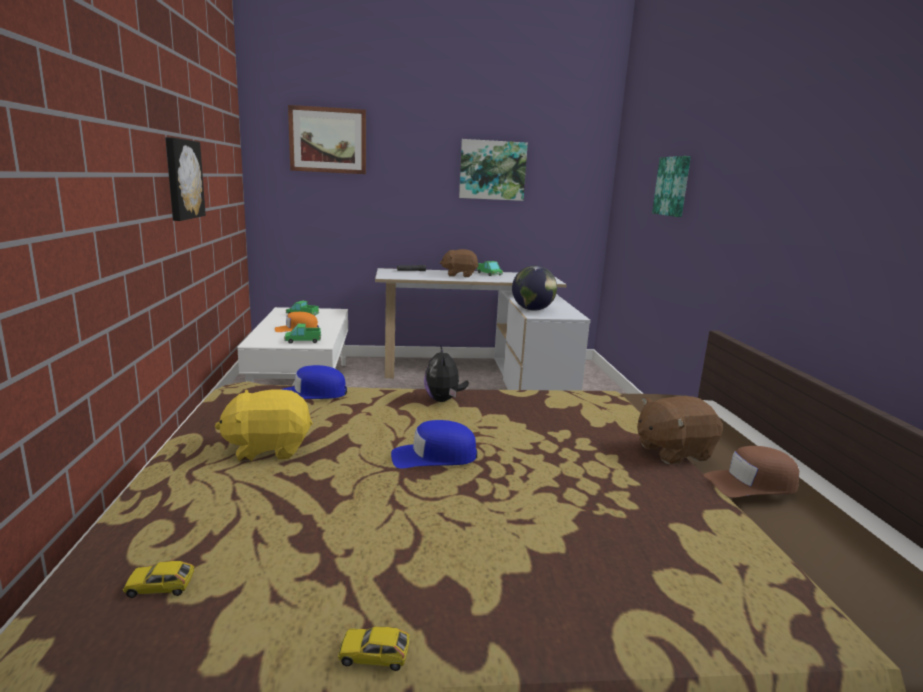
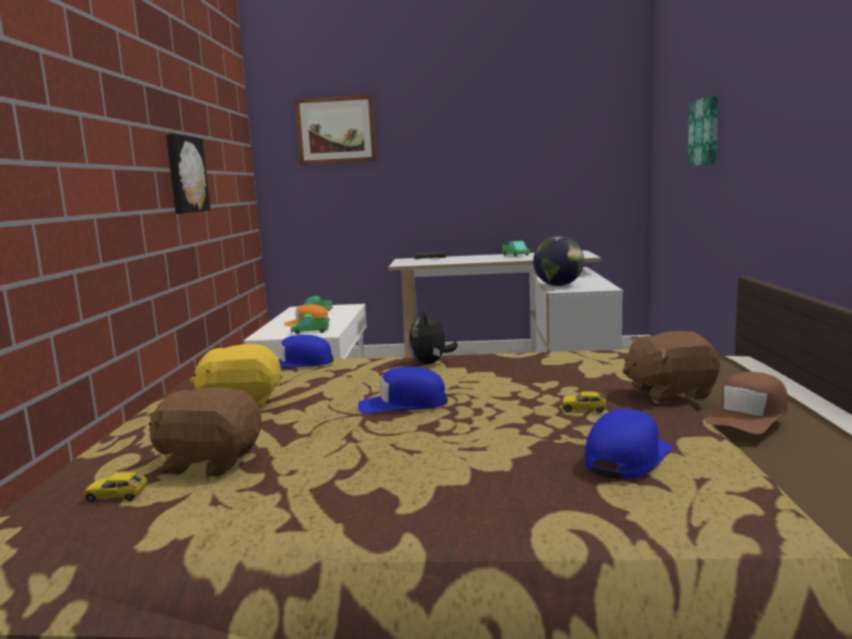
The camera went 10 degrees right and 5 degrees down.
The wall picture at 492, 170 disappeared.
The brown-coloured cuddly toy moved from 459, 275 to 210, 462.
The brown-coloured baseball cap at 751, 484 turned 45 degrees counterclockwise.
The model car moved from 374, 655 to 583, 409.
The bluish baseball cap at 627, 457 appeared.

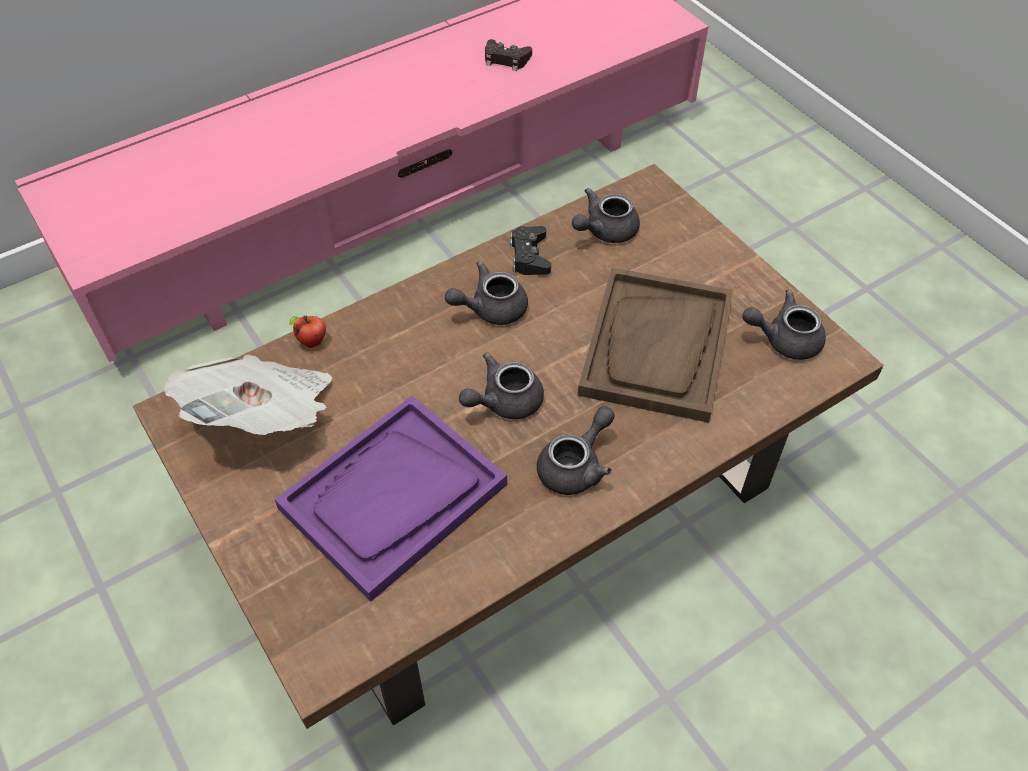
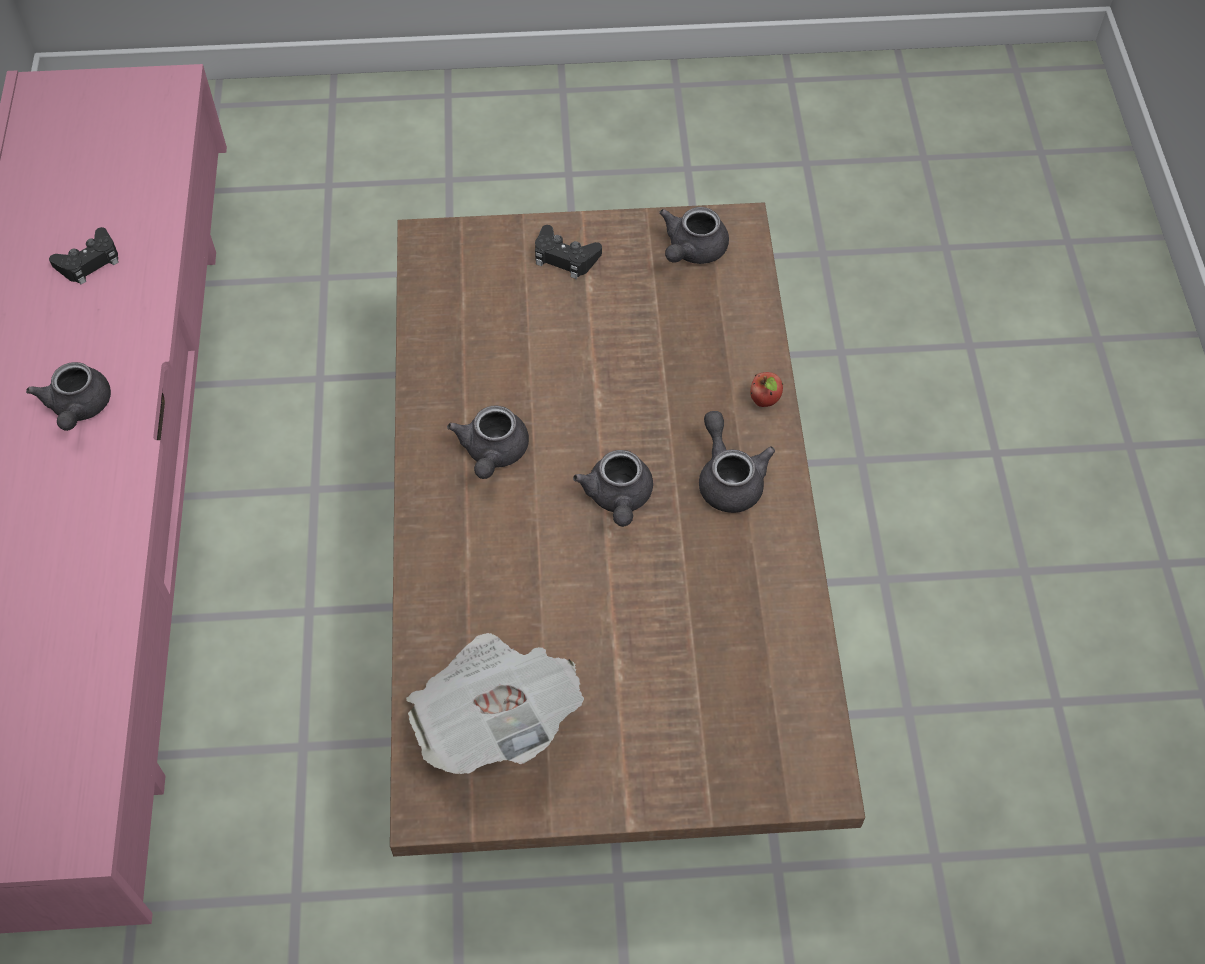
The camera went 60 degrees left and 5 degrees up.
The greyish pot for tea moved from 605, 231 to 79, 408.
The black game controller moved from 529, 256 to 565, 257.
The brown-coloured carrying tray at 657, 347 disappeared.
The apple moved from 311, 343 to 765, 402.
The purple carrying tray at 393, 497 disappeared.

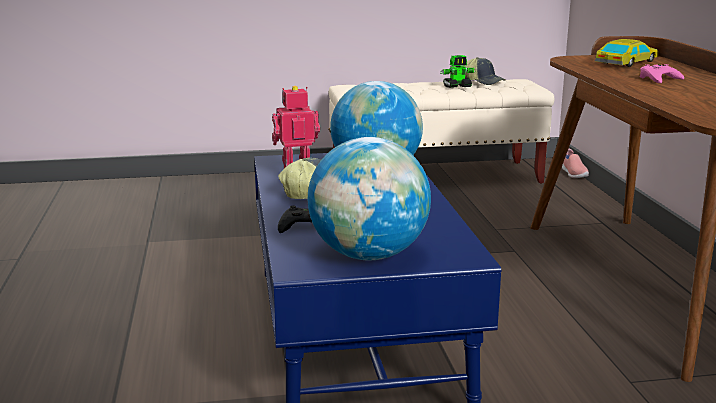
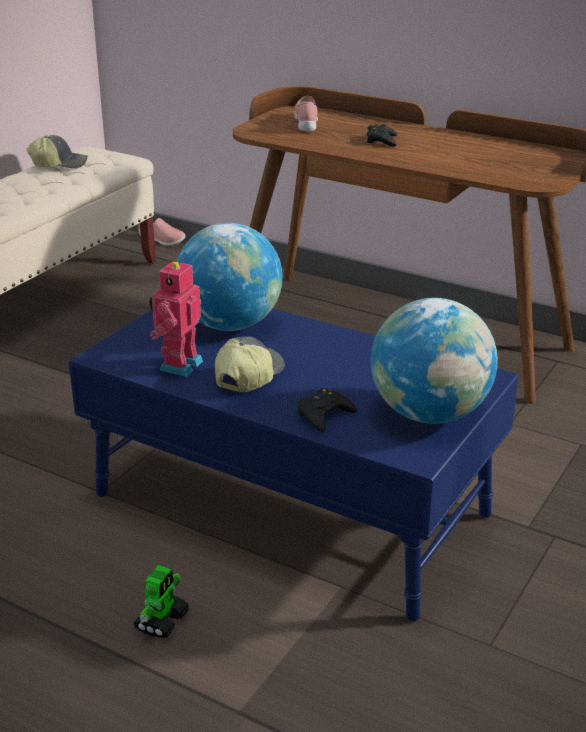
The camera went 50 degrees left and 10 degrees up.
The model car at 626, 63 was replaced by the pink-coloured low shoe at 307, 123.
The robot figure moved from 457, 86 to 162, 621.
The pink-coloured game controller at 659, 79 became the black game controller at 381, 140.

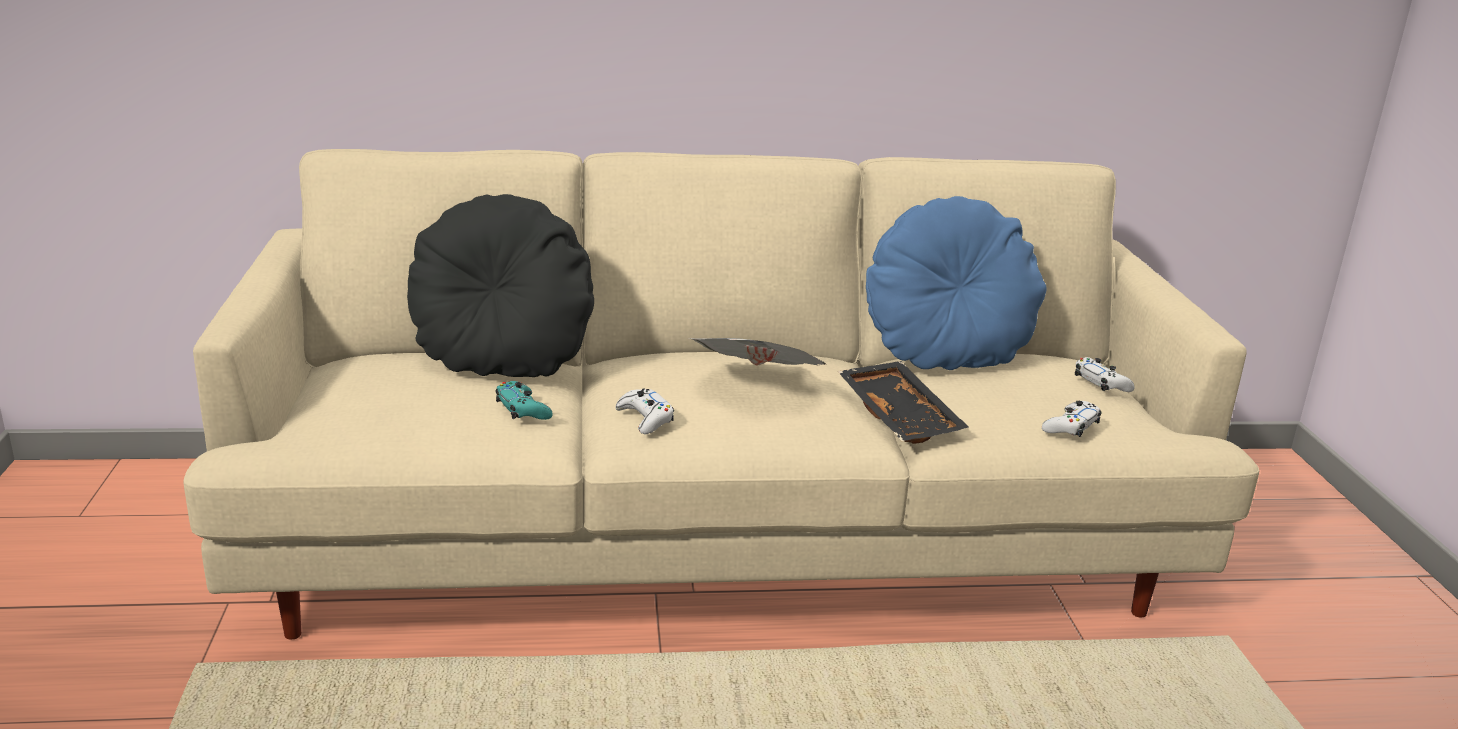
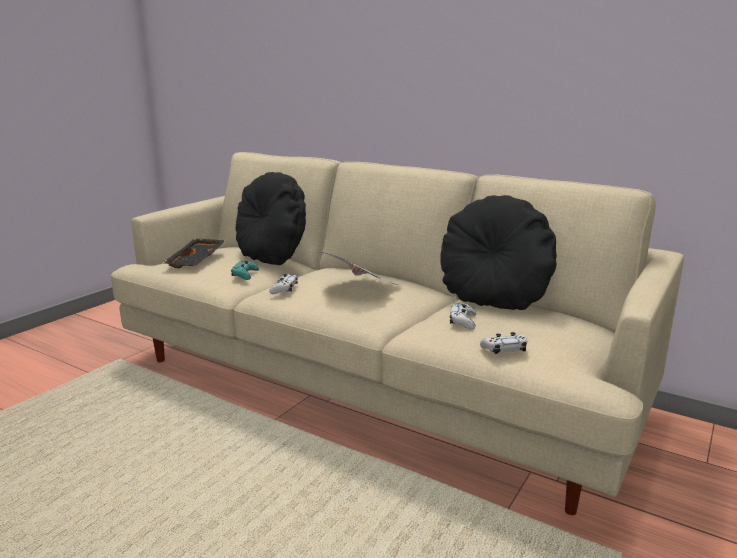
The camera went 40 degrees right and 5 degrees down.
The bluish throw pillow at 945, 360 became the black throw pillow at 493, 302.
The whitish game controller moved from 1101, 383 to 462, 321.
The black carrying tray moved from 901, 416 to 197, 260.

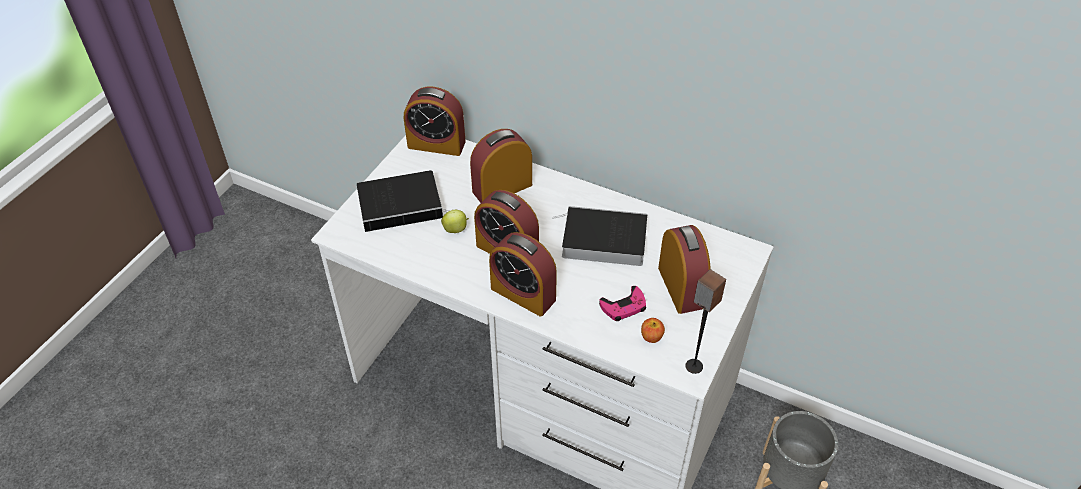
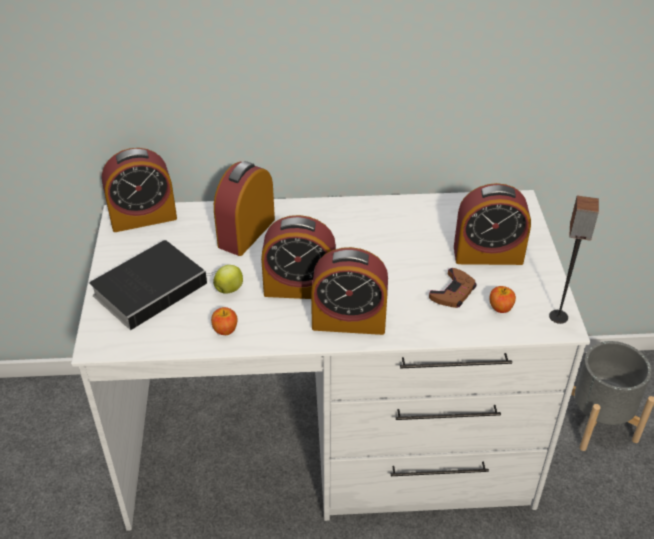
The camera went 30 degrees left and 5 degrees down.
The volume at 601, 240 disappeared.
The bedside clock at 680, 287 turned 135 degrees clockwise.
The pink-coloured game controller at 624, 307 became the brown-coloured game controller at 453, 292.
The apple at 225, 329 appeared.

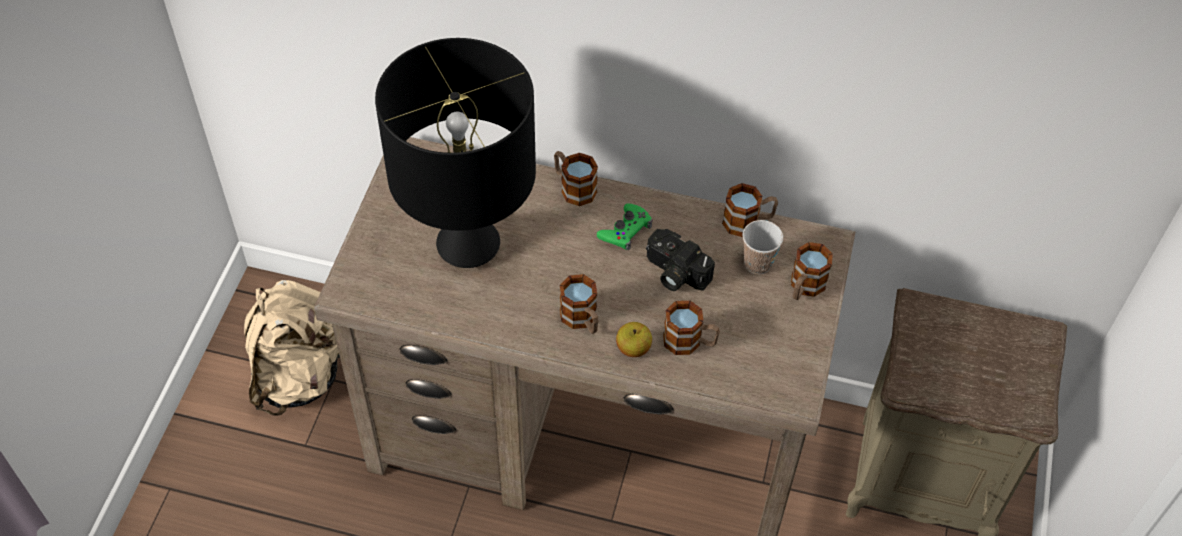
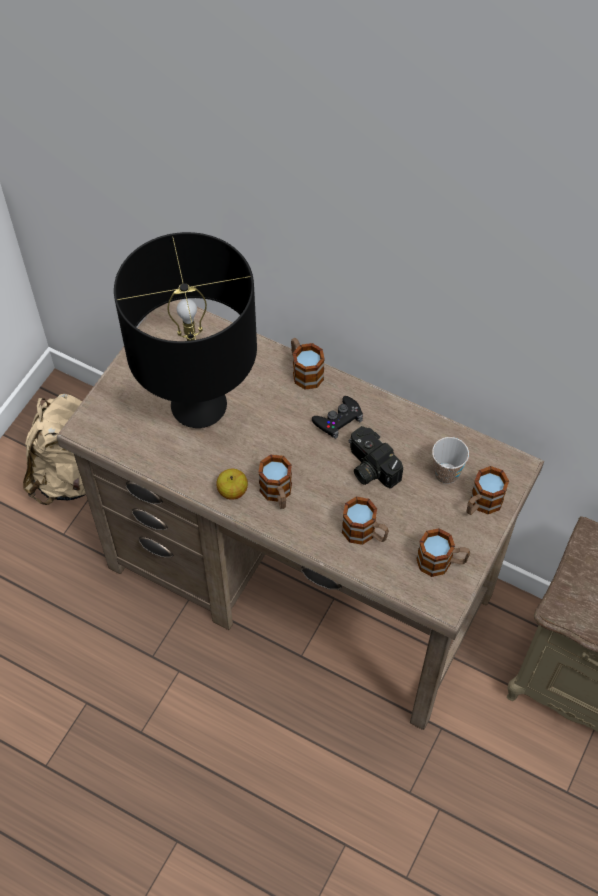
The camera went 15 degrees right and 5 degrees up.
The coffee mug moved from 748, 222 to 441, 562.
The greenish game controller at 625, 231 became the black game controller at 338, 420.
The apple moved from 633, 348 to 232, 491.

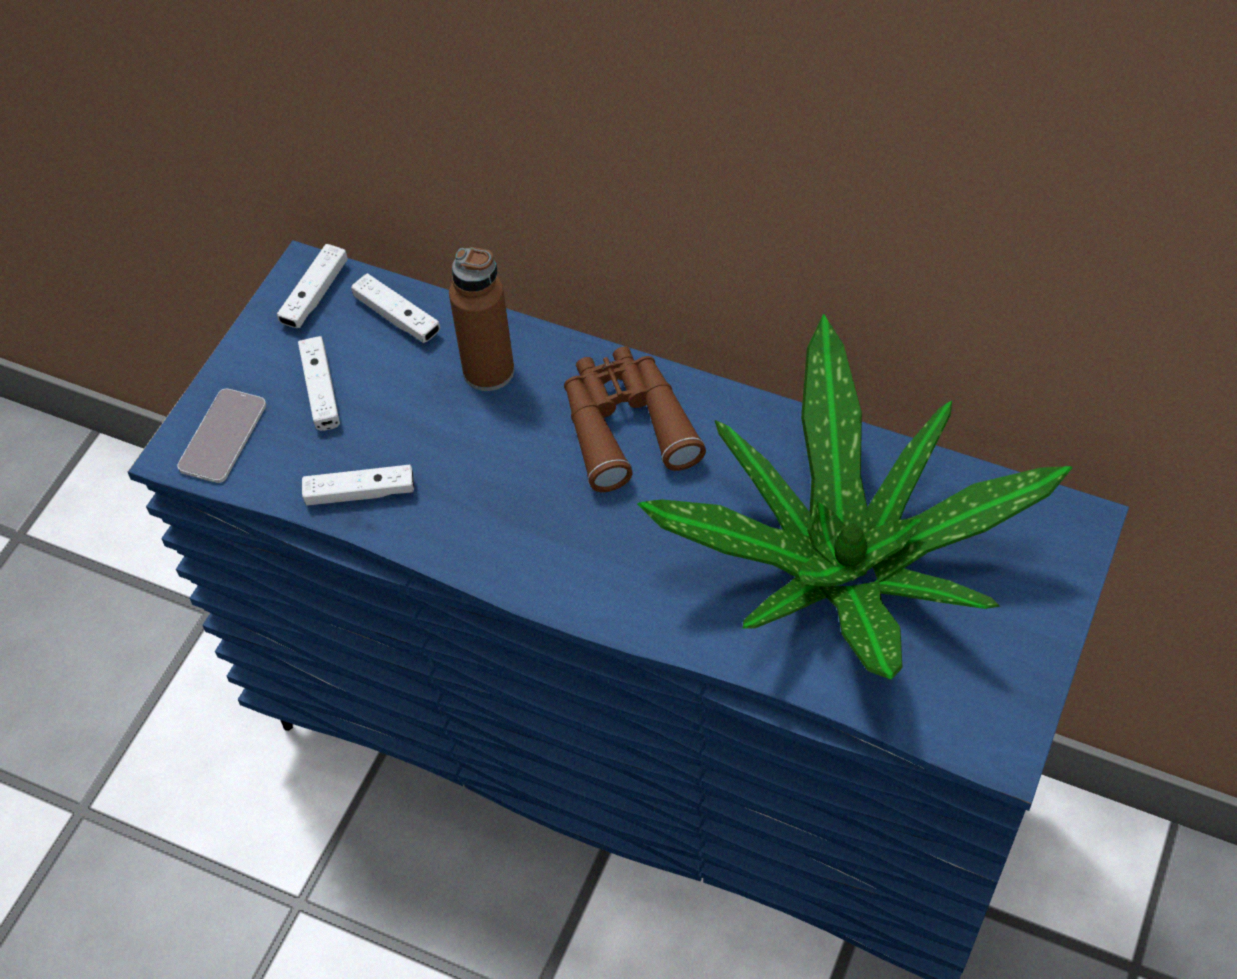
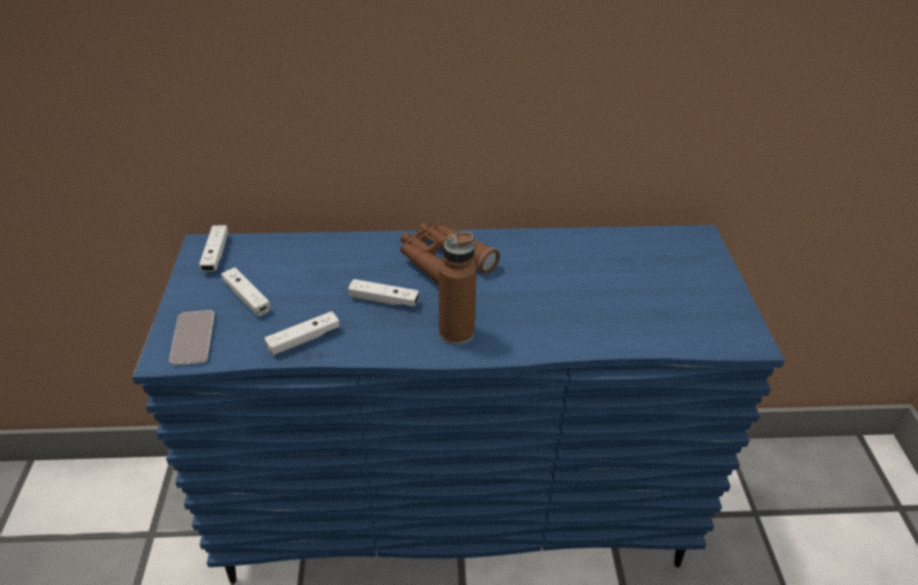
The camera went 30 degrees left and 15 degrees down.
The brown-coloured drink bottle moved from 488, 371 to 456, 333.
The whitish game controller moved from 397, 317 to 383, 300.
The houseplant at 844, 565 disappeared.

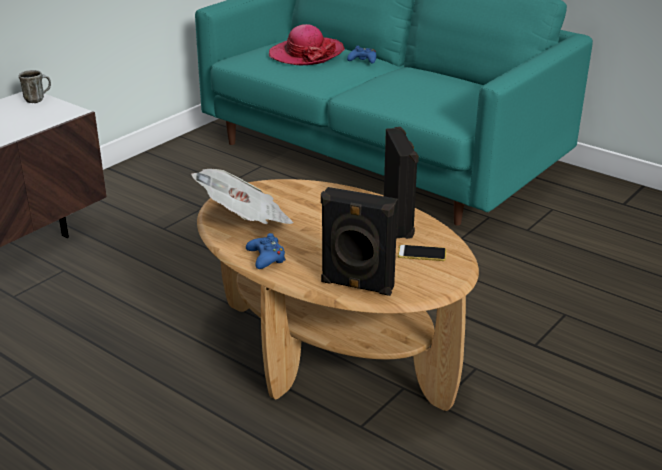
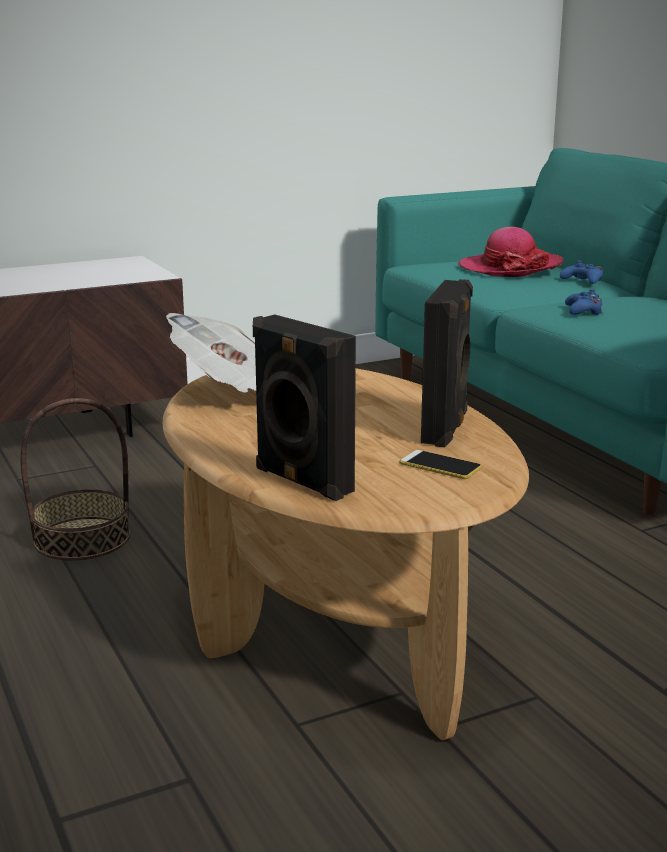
The camera went 25 degrees right and 10 degrees down.
The coffee mug at 37, 99 disappeared.
The bluish game controller moved from 266, 258 to 583, 311.
The household basket at 82, 538 appeared.

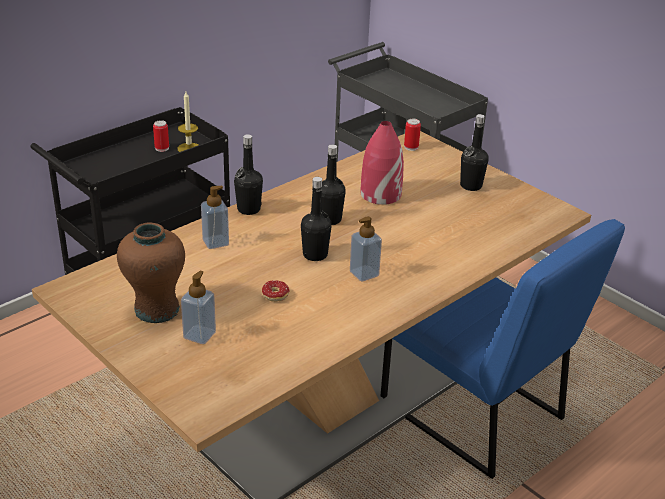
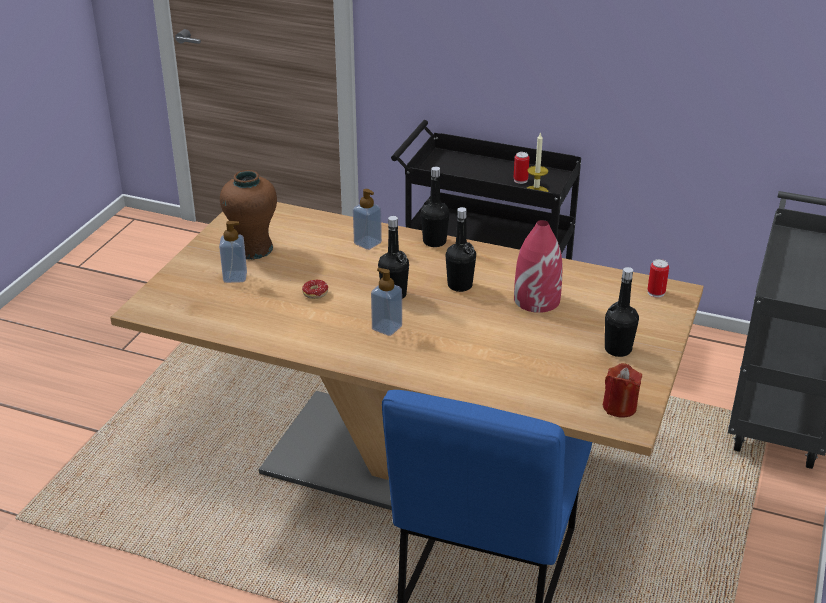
The camera went 65 degrees right and 0 degrees up.
The reddish candle at 619, 407 appeared.

